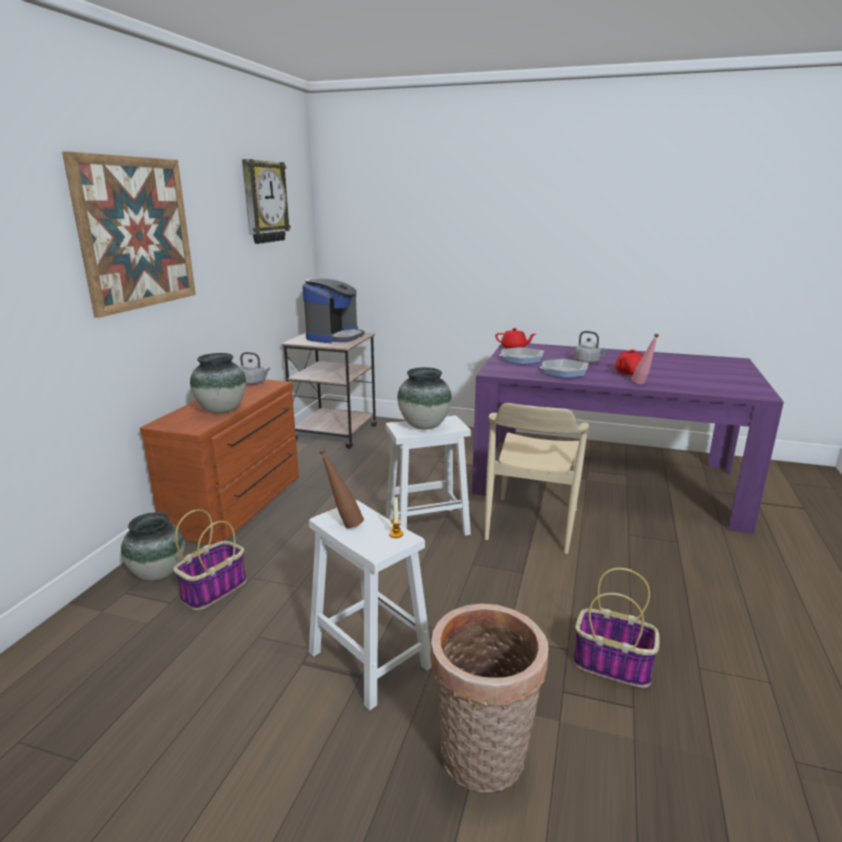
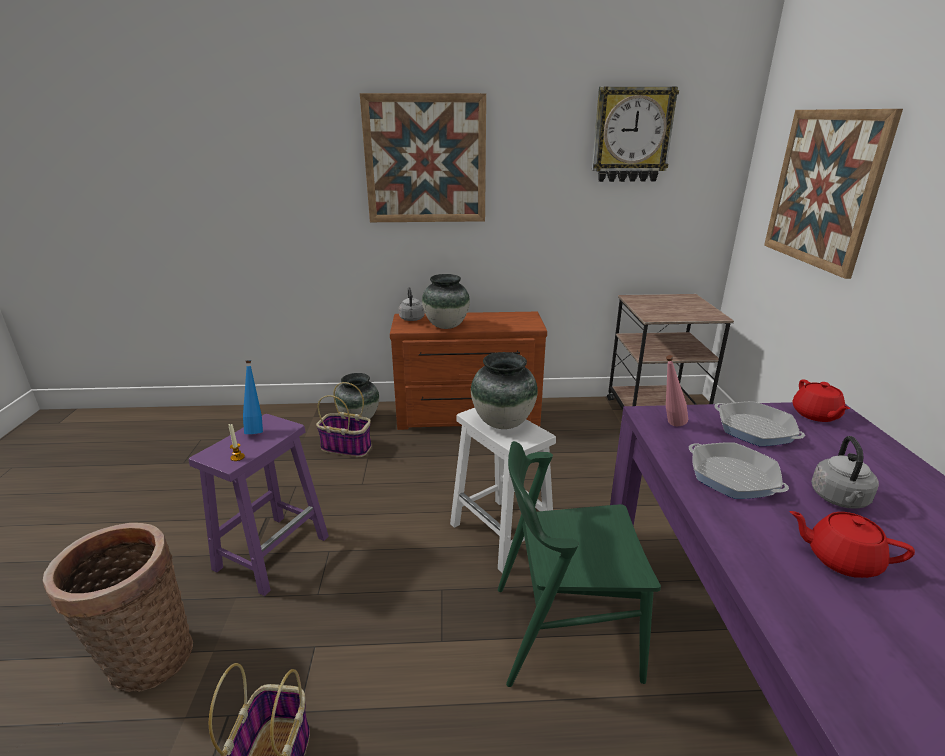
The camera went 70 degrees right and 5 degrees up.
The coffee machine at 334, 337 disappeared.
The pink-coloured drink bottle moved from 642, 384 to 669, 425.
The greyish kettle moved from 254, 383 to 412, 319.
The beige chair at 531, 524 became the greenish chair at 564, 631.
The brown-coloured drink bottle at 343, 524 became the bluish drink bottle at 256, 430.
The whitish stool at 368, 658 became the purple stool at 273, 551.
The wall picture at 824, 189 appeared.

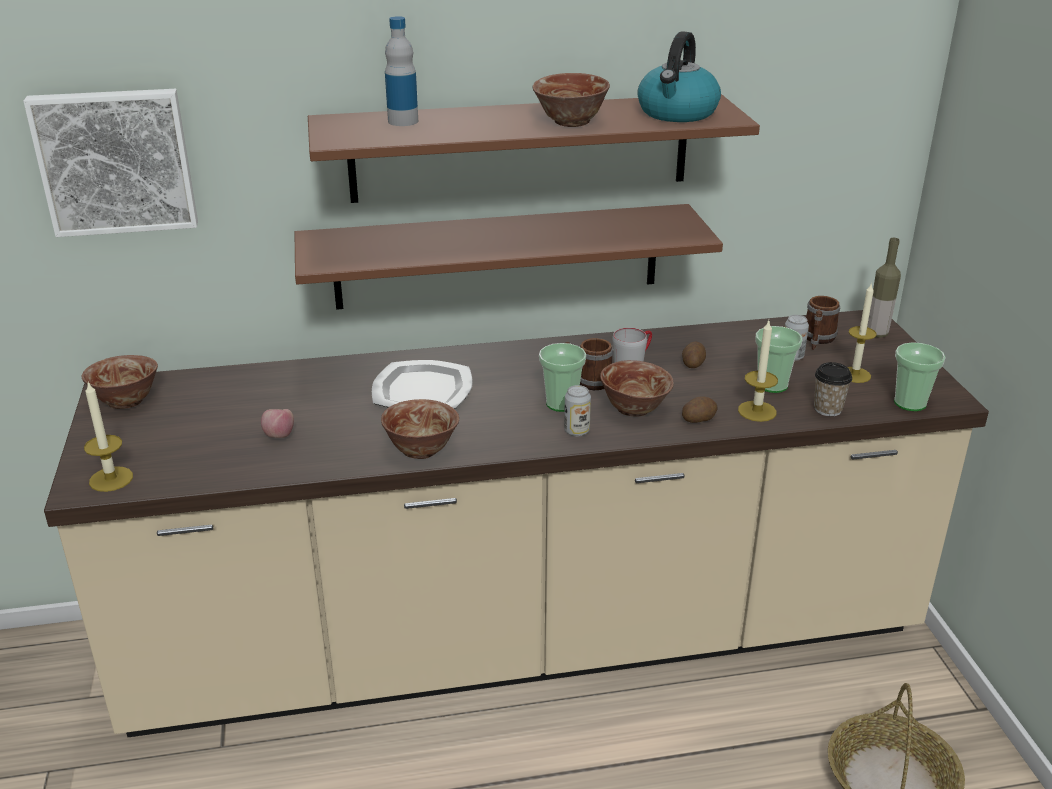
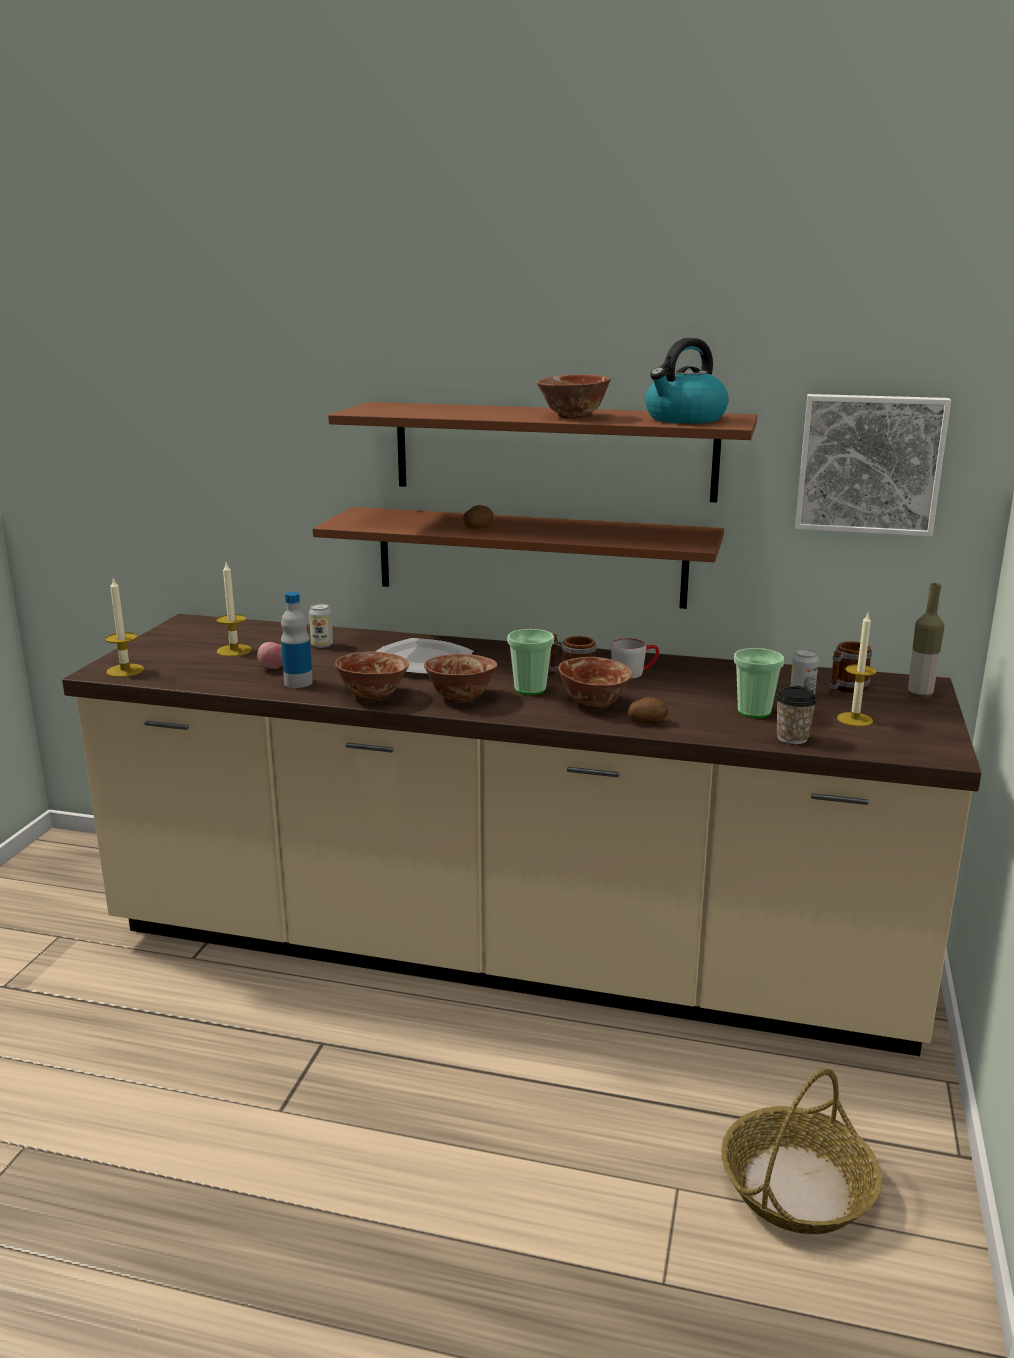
The camera went 25 degrees right and 10 degrees down.
The drink bottle moved from 403, 121 to 298, 682.
The wall picture moved from 116, 161 to 869, 463.
The candle moved from 757, 411 to 234, 650.
The whole potato moved from 693, 363 to 478, 527.
The cup at 910, 403 disappeared.
The bowl moved from 126, 401 to 460, 698.
The metal can moved from 576, 431 to 322, 645.

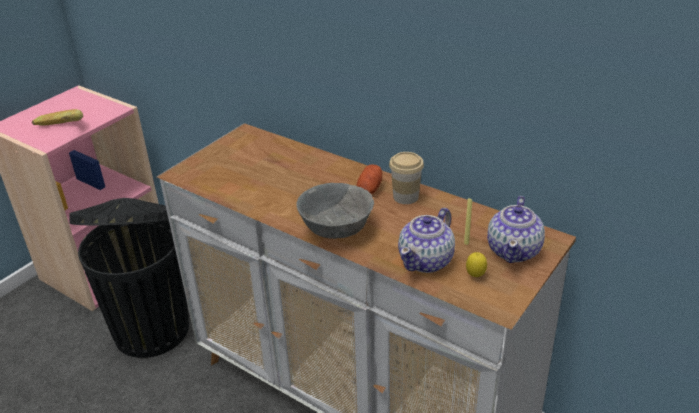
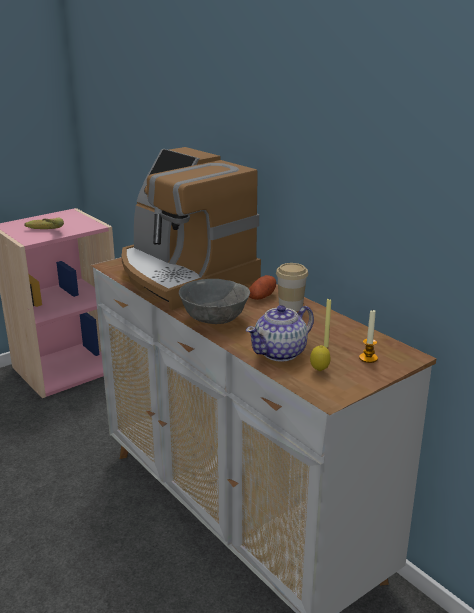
The camera went 15 degrees right and 10 degrees down.
The pot for tea at 514, 250 was replaced by the candle at 368, 358.
The black waste bin at 152, 328 disappeared.
The coffee machine at 183, 275 appeared.

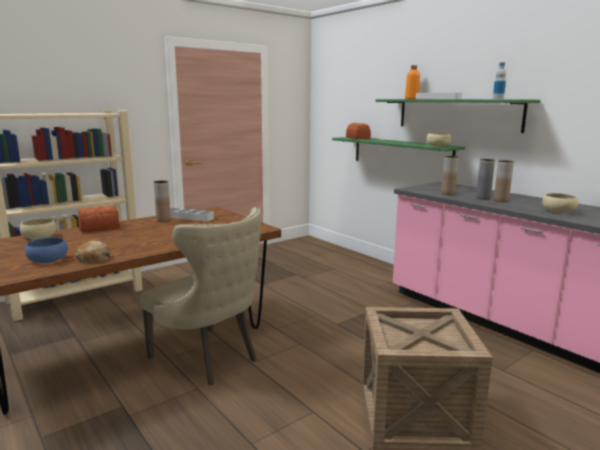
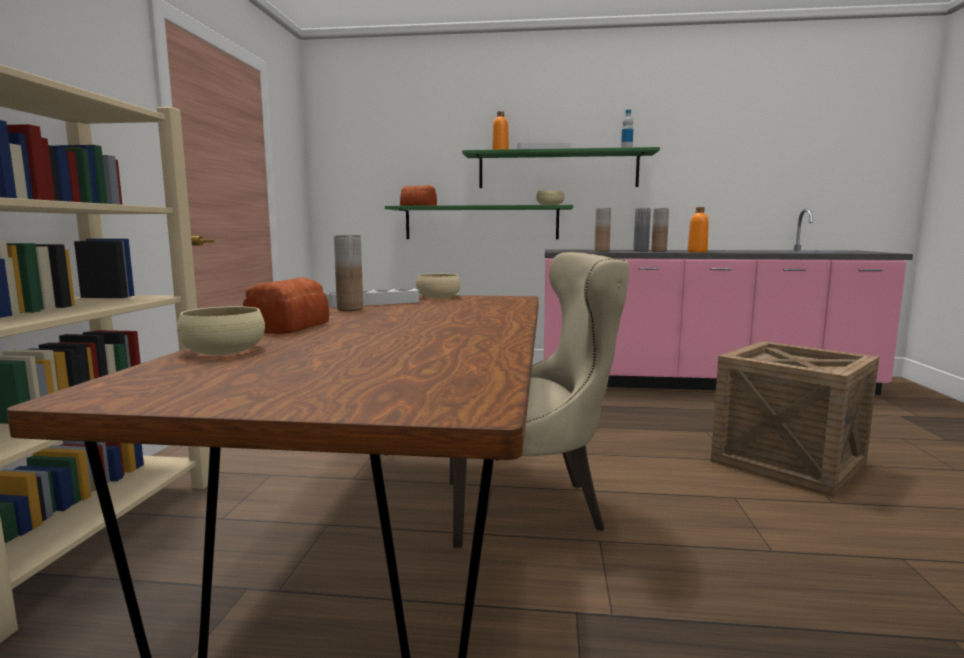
The camera went 45 degrees left and 5 degrees down.
The beige bowl moved from 558, 211 to 438, 297.
The bluish bowl at 48, 260 disappeared.
The bread at 94, 259 disappeared.
The orangey drink bottle at 697, 252 appeared.

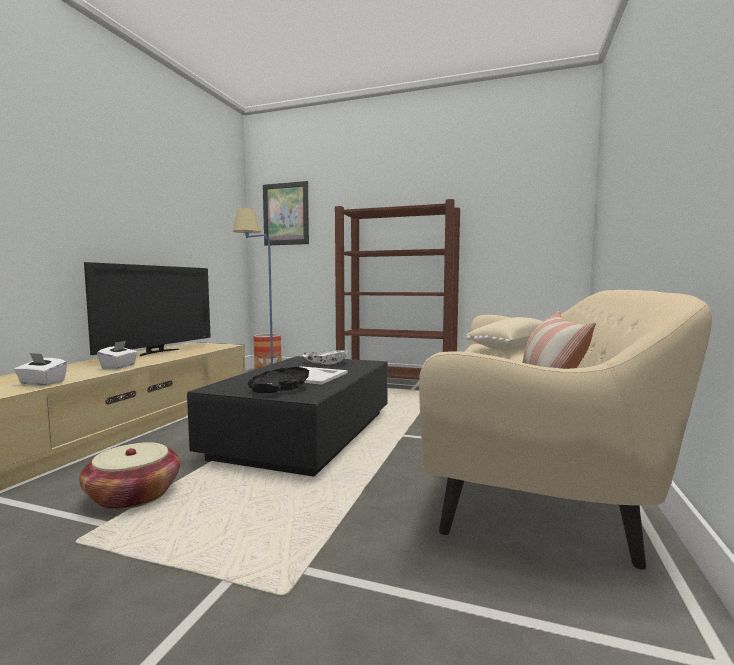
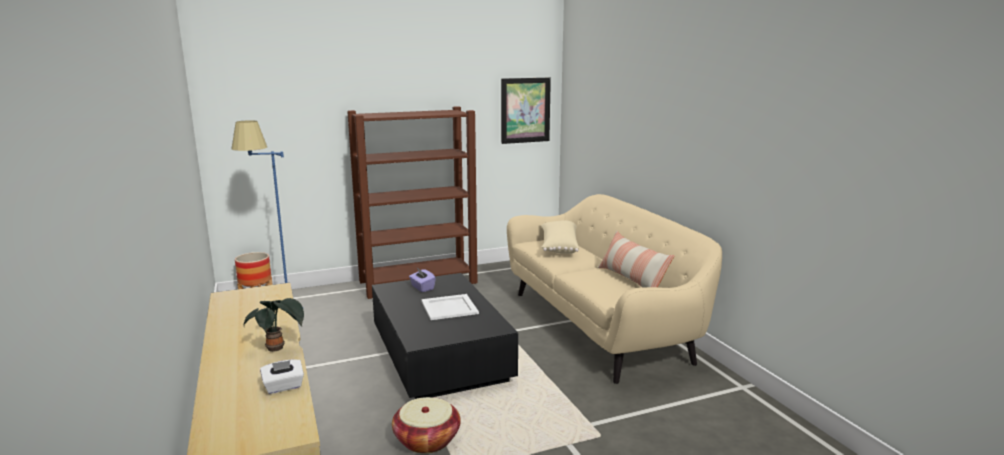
The camera went 40 degrees left and 10 degrees up.
The wall picture moved from 286, 214 to 525, 110.
The TV at 157, 352 disappeared.
The whitish tissue holder at 119, 367 was replaced by the houseplant at 277, 349.
The whitish bowl at 326, 363 was replaced by the purple tissue holder at 422, 288.
The black bowl at 279, 389 disappeared.

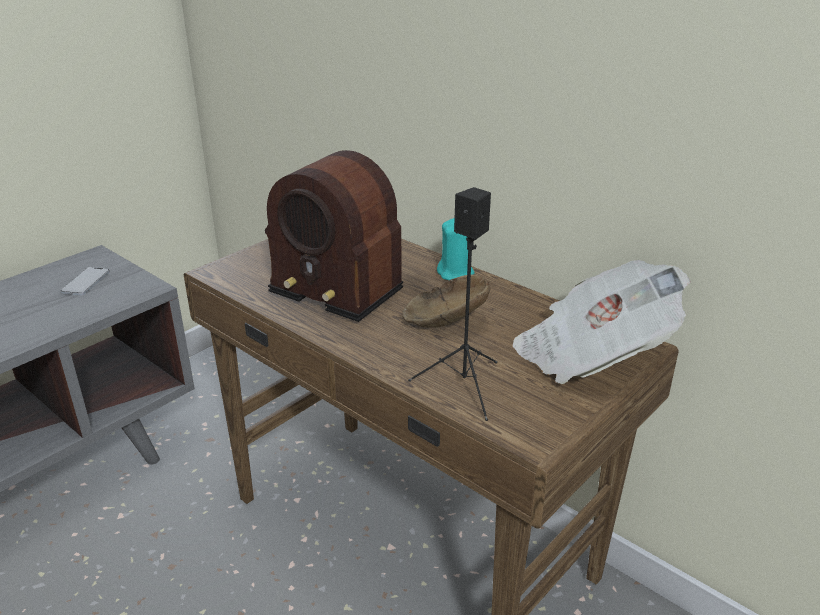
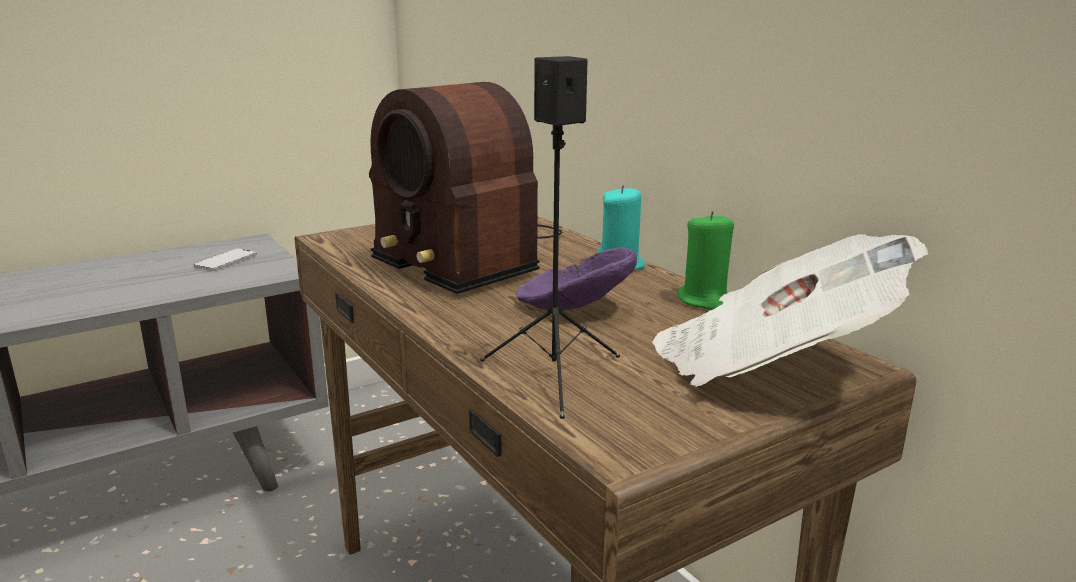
The camera went 15 degrees right and 10 degrees down.
The brown-coloured bowl at 443, 320 became the purple bowl at 573, 306.
The greenish candle at 705, 300 appeared.

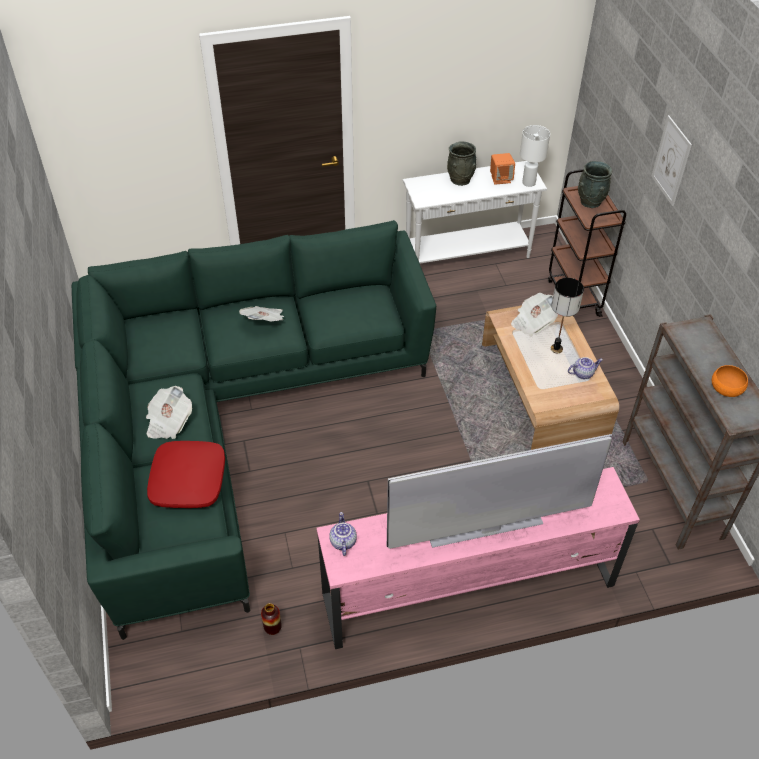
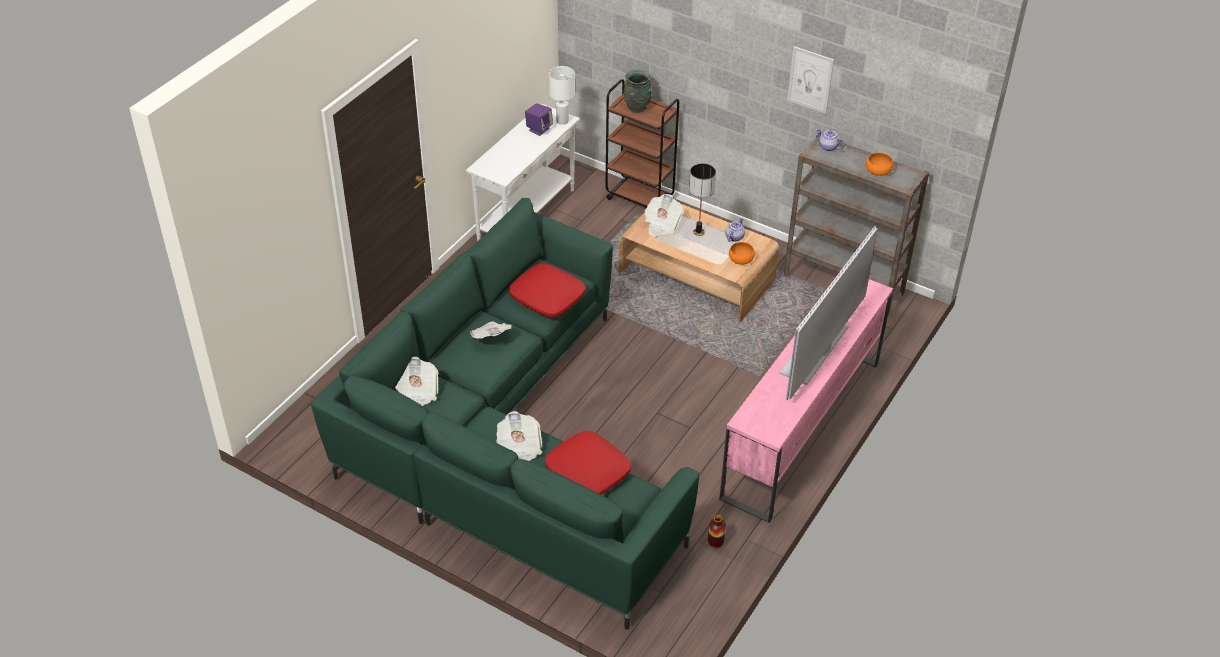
The camera went 45 degrees left and 5 degrees down.
The wall picture moved from 671, 161 to 810, 80.
The greyish decorative vase at 460, 180 disappeared.
The orangey loudspeaker at 501, 179 became the purple loudspeaker at 539, 129.
The pot for tea moved from 342, 541 to 827, 147.
The orangey bowl at 741, 259 appeared.
The reddish throw pillow at 547, 297 appeared.
The daily paper at 417, 392 appeared.

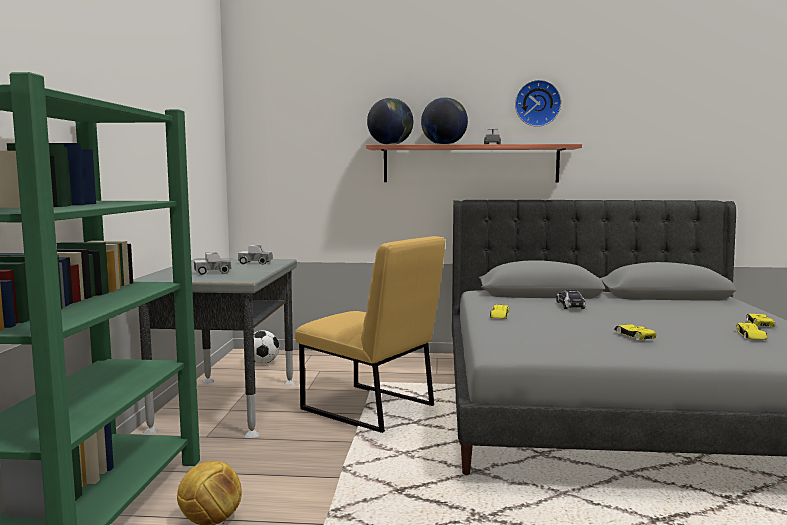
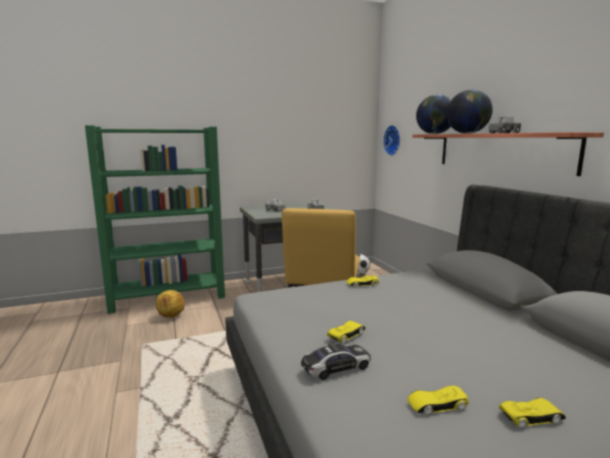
The camera went 65 degrees right and 5 degrees up.
The clock on the wall moved from 537, 103 to 393, 140.
The model car moved from 570, 306 to 336, 367.

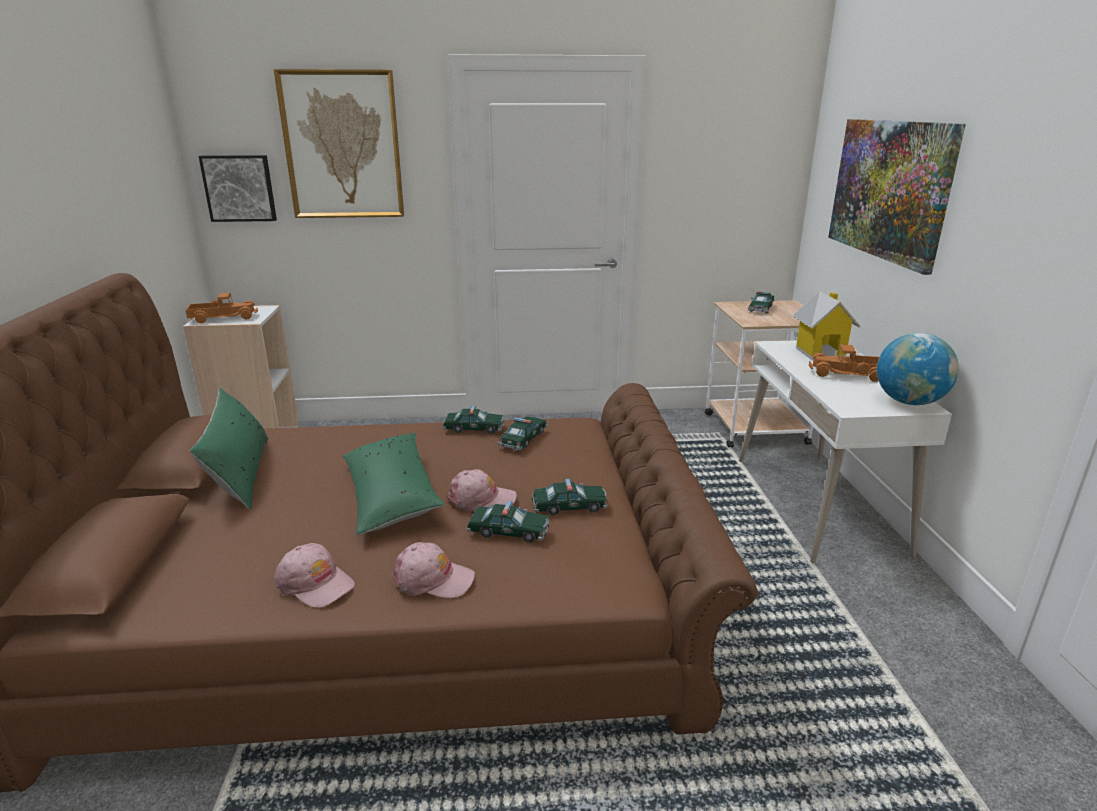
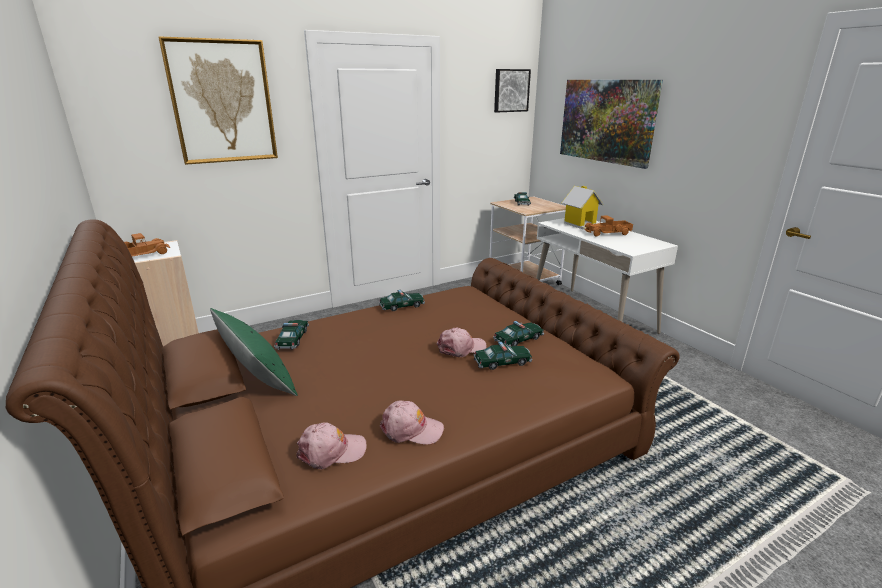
The camera went 25 degrees left and 0 degrees up.
The wall picture moved from 239, 188 to 511, 90.
The globe at 909, 402 disappeared.
The model car moved from 523, 439 to 293, 339.
The greenish throw pillow at 391, 495 disappeared.
The pink-coloured baseball cap moved from 433, 579 to 331, 451.

